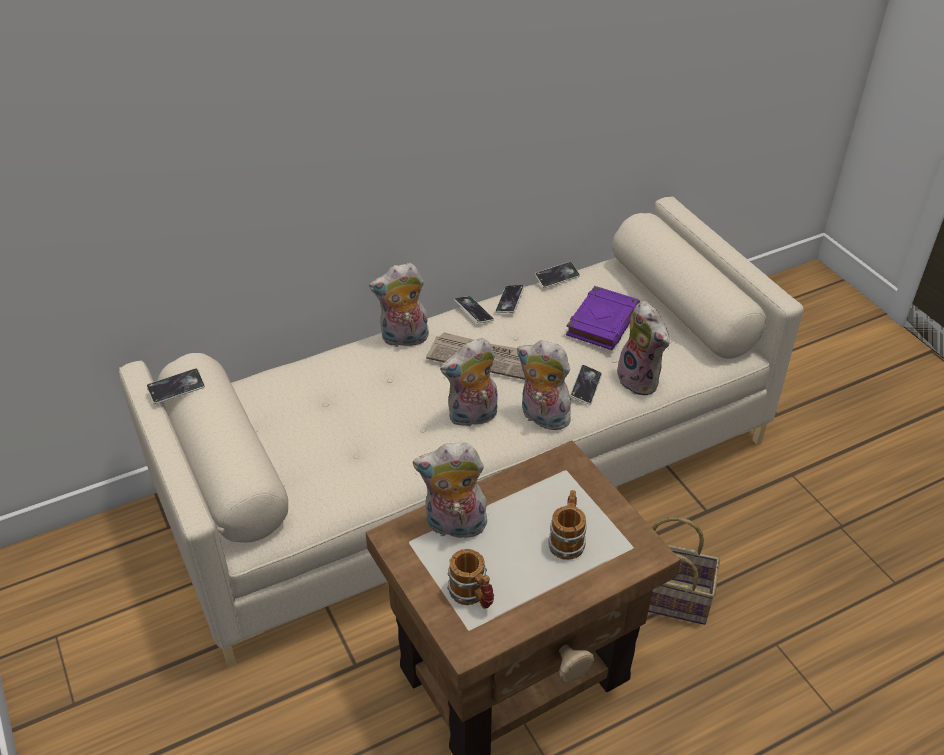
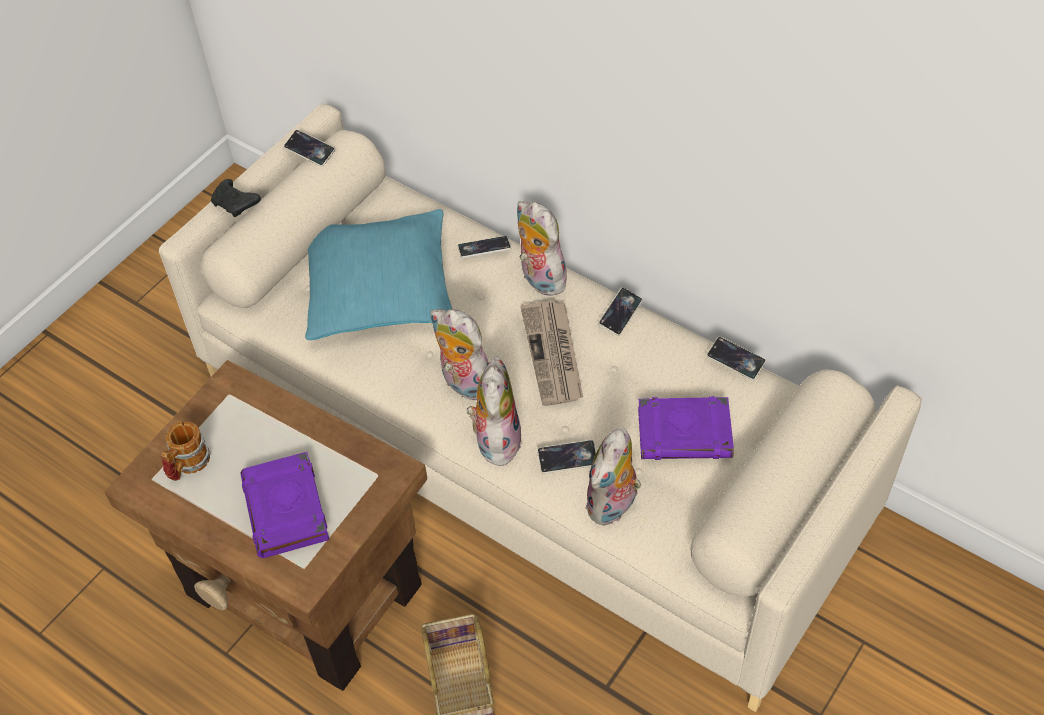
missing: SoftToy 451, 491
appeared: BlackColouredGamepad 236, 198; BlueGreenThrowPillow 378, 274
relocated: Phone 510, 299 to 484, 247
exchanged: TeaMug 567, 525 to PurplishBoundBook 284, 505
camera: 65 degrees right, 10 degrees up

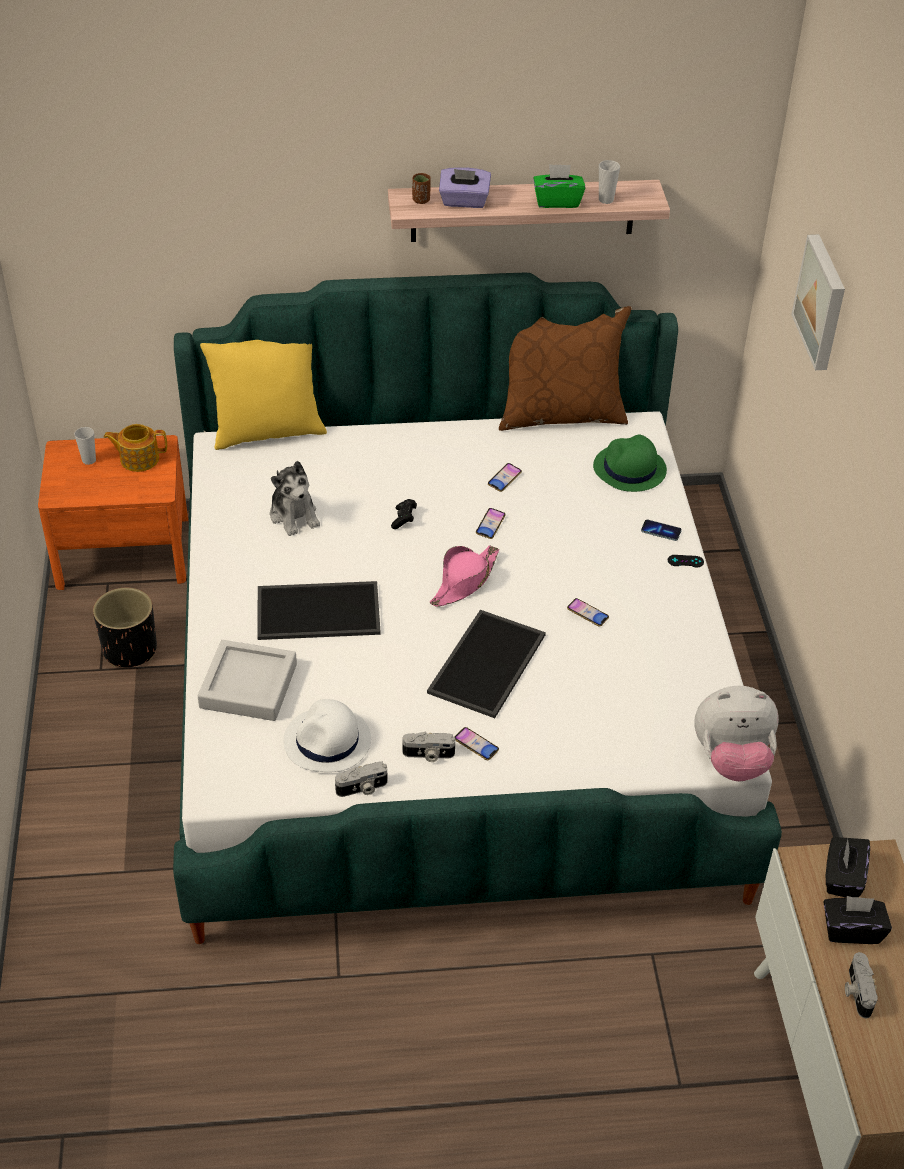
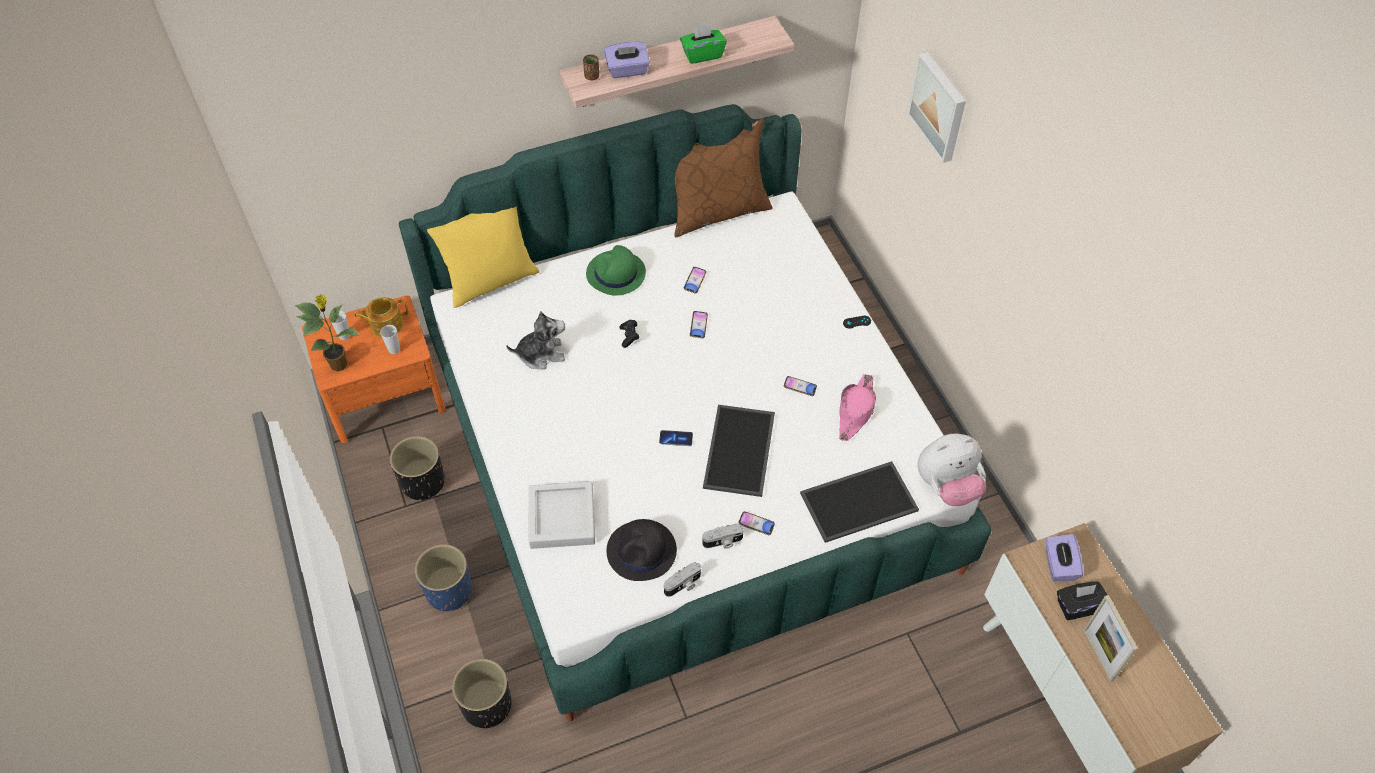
appeared: PlantInAPot 327, 333; BluishPlantPot 443, 577; BlackColouredPlantPot 482, 694
relocated: ServingTray 319, 610 to 859, 502; PinkWearableHat 464, 576 to 857, 407; GreenishWearableHat 630, 463 to 616, 270; DrinkingCup 609, 182 to 390, 339; Phone 661, 530 to 676, 438
exchanged: PhotoCamera 861, 985 to PhotoFrame 1110, 638
colour: WhiteColouredWearableHat 327, 735 to BlackColouredWearableHat 642, 550; BlackColouredTissueBox 848, 867 to PurplishTissueBox 1064, 557
spun: SoftToy 295, 498 = 535, 340 60 degrees counterclockwise
camera: 15 degrees left, 10 degrees up

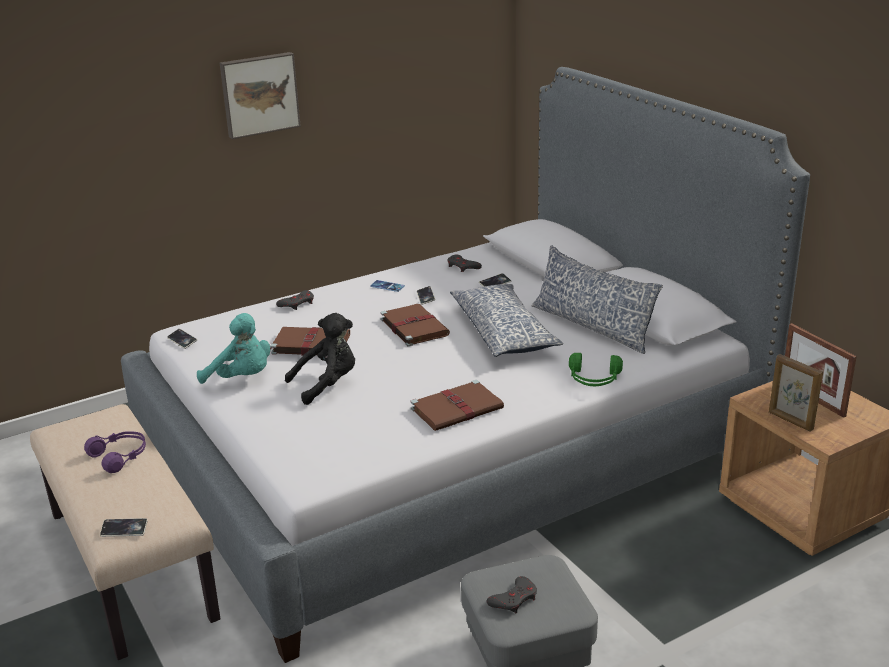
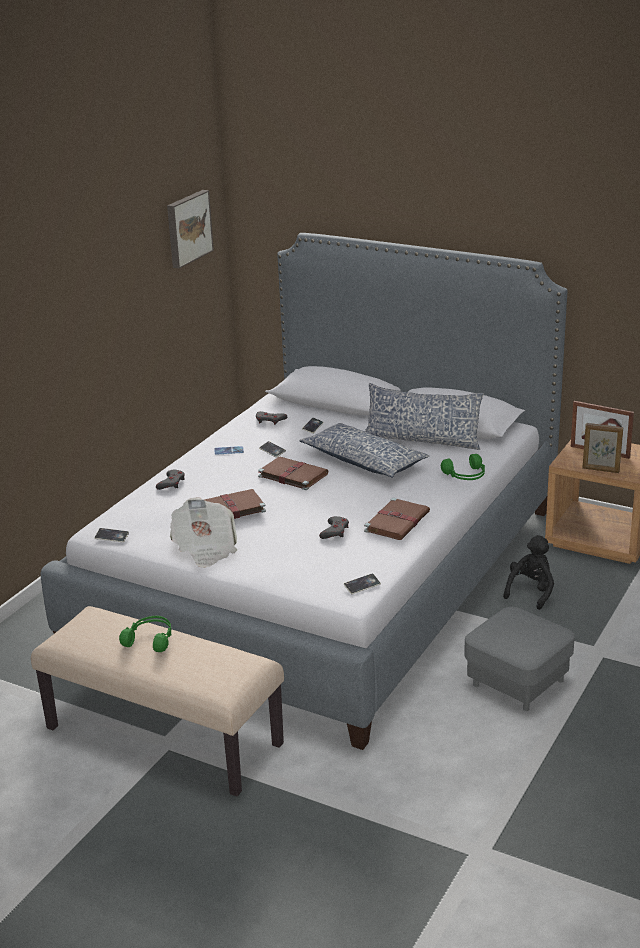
relocated: Phone 124, 527 to 362, 583; WallArt 260, 95 to 190, 229; BlackColouredSoftToy 320, 359 to 528, 572; GrayGamepad 512, 594 to 334, 527
exchanged: BlueGreenSoftToy 233, 348 to Newspaper 203, 532
colour: PurplishHeadset 115, 452 to GreenishHeadset 145, 634
camera: 30 degrees left, 0 degrees up

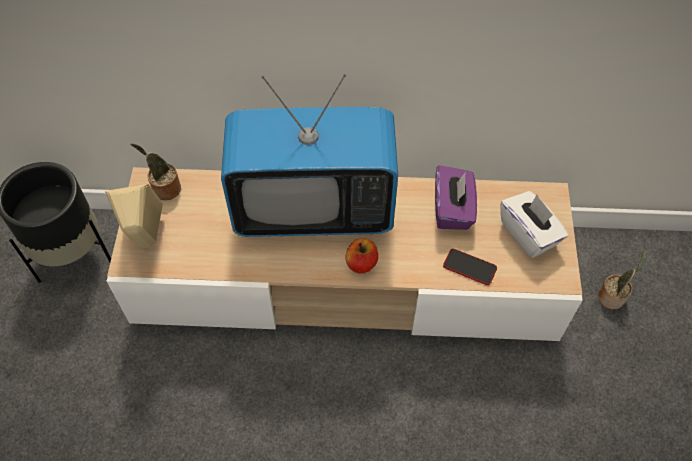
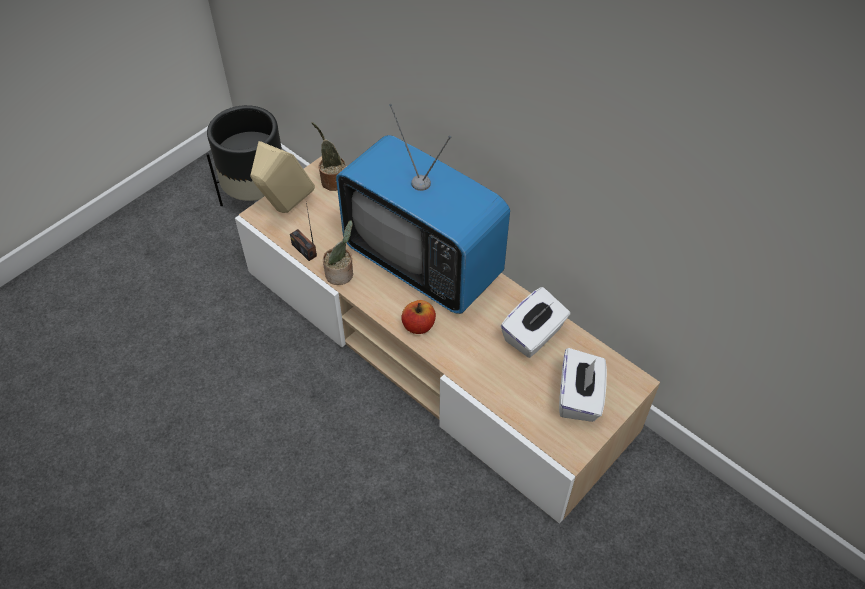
missing: Phone 470, 267
appeared: Radio 303, 232
relocated: PlantInAPot 622, 279 to 338, 252
colour: PurplishTissueBox 456, 197 to WhiteColouredTissueBox 535, 322
camera: 40 degrees right, 5 degrees down

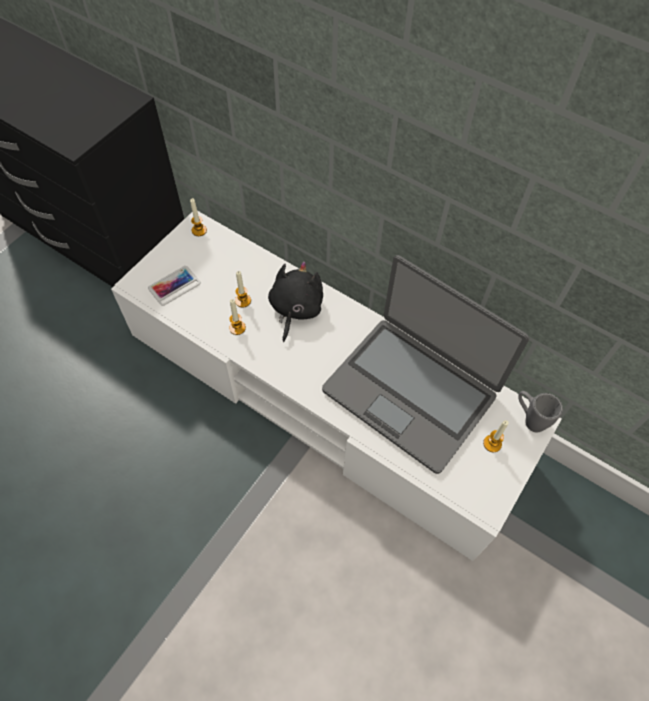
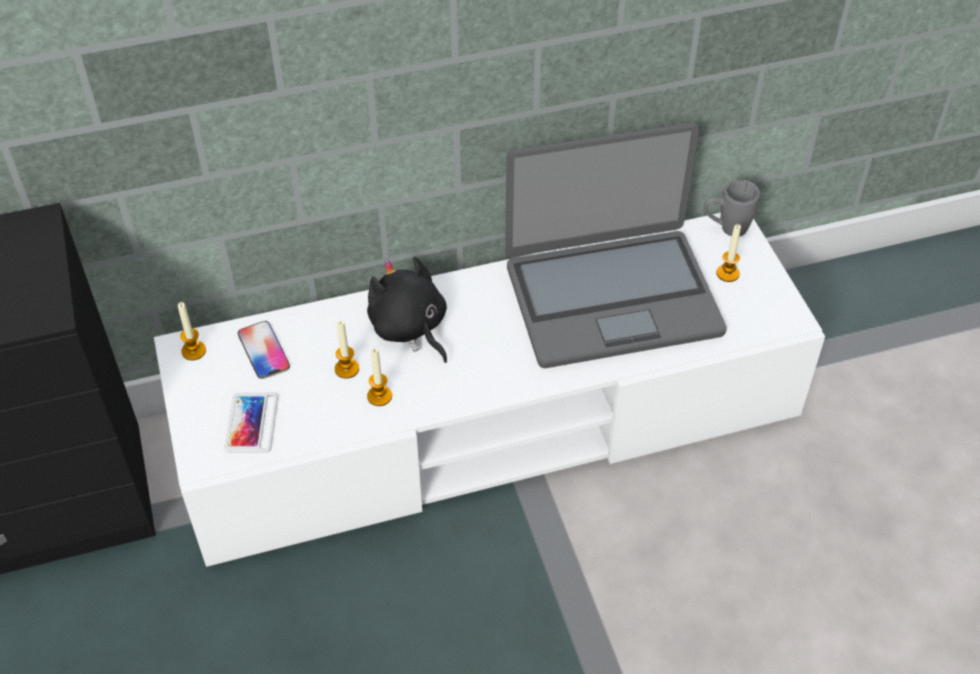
appeared: Phone 264, 350
camera: 50 degrees left, 10 degrees down

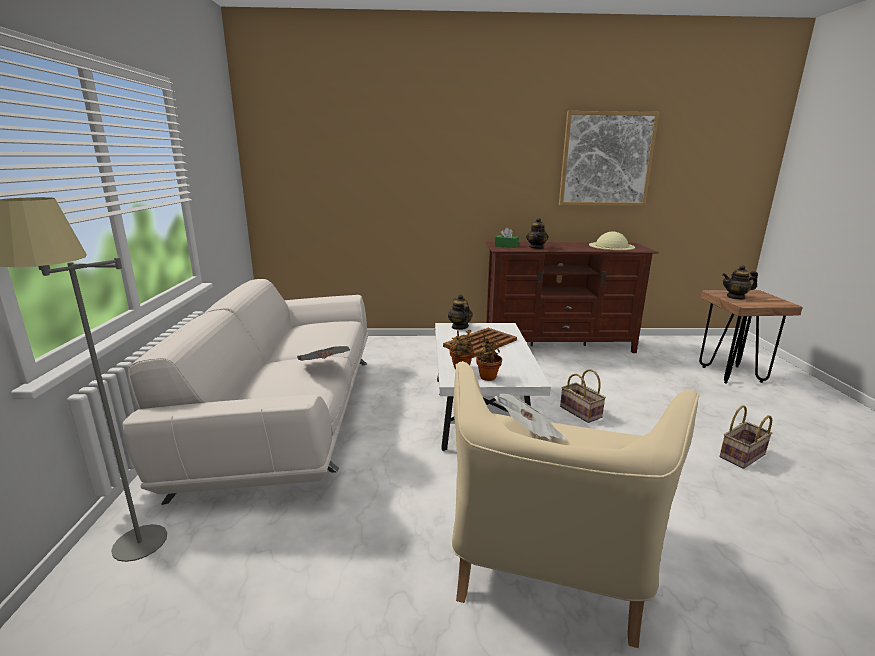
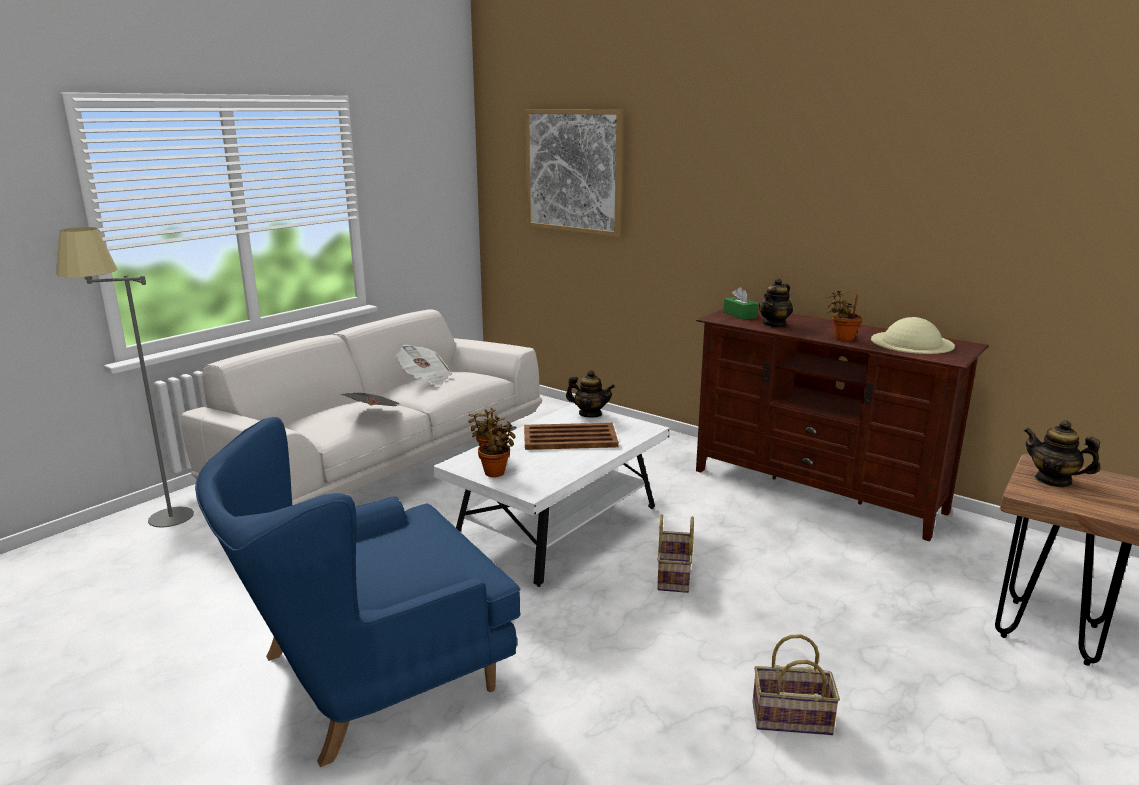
appeared: PlantInAPot 844, 315
relocated: Newspaper 530, 416 to 424, 365; WallArt 609, 158 to 574, 173
colour: BeigeEasyChair 576, 504 to BluishEasyChair 357, 592
spun: PotForTea 460, 312 = 590, 394 90 degrees clockwise
camera: 40 degrees right, 0 degrees up

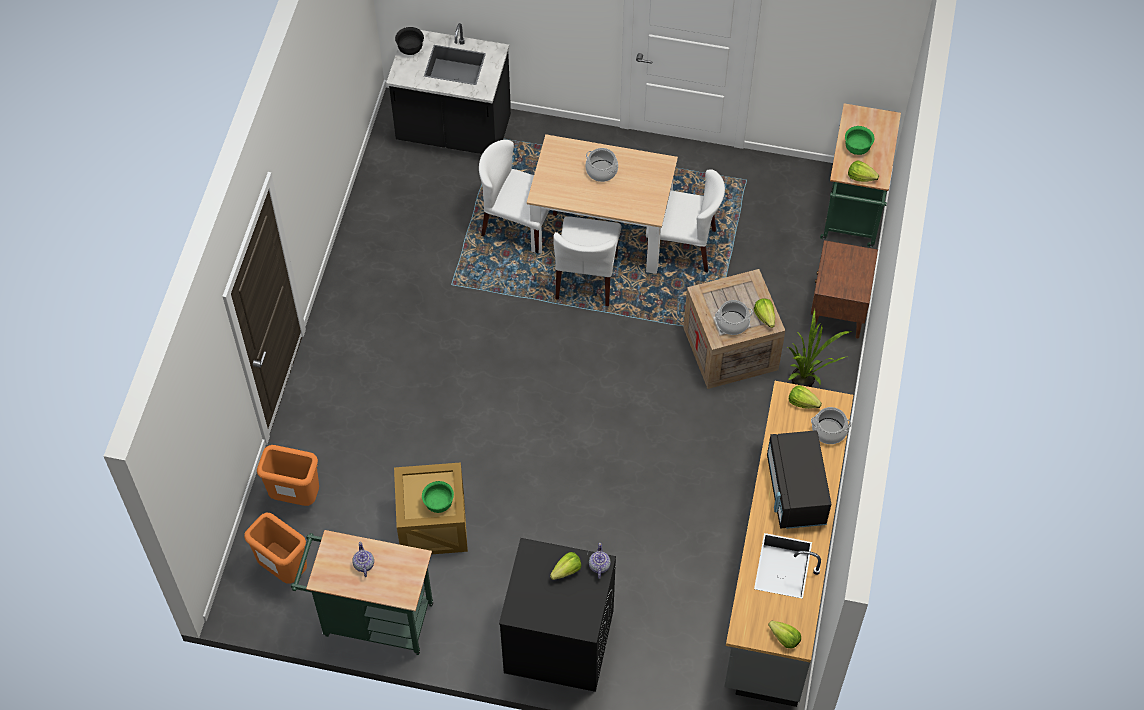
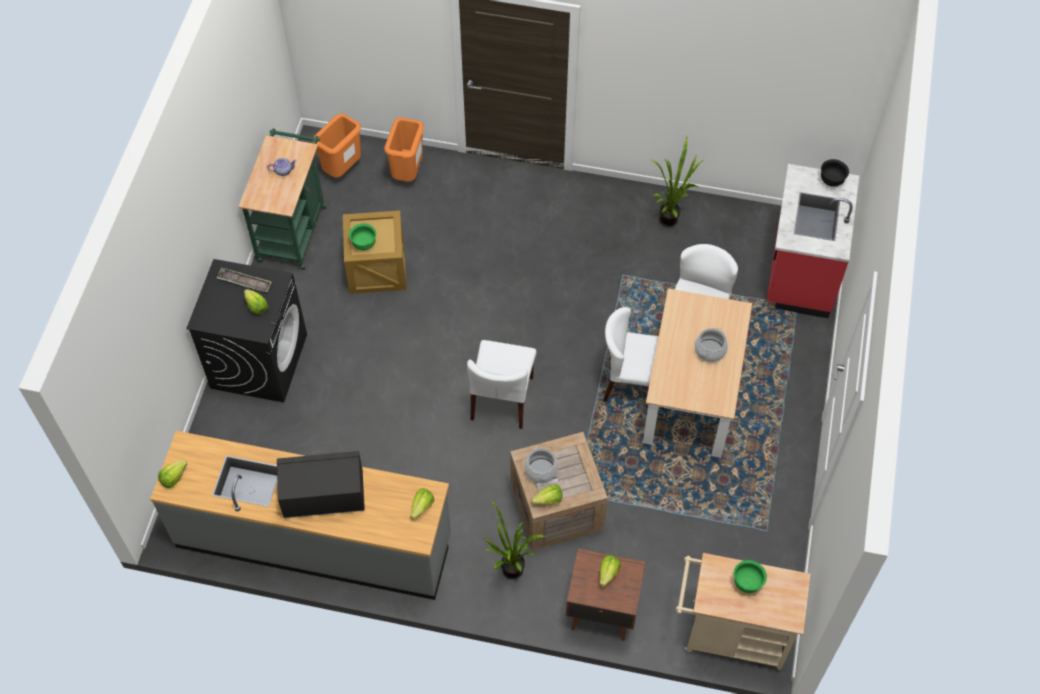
missing: PotForTea 600, 561; Stockpot 831, 425
appeared: ServingTray 244, 280; PlantInAPot 676, 181
relocated: WhiteColouredChair 685, 220 to 502, 384; LettuceHead 863, 171 to 610, 571
colour: BlackColouredKitchenBaseUnit 448, 88 to RedKitchenBaseUnit 813, 241; GreenishWheeledCart 860, 175 to BeigeWheeledCart 743, 612
camera: 90 degrees right, 0 degrees up

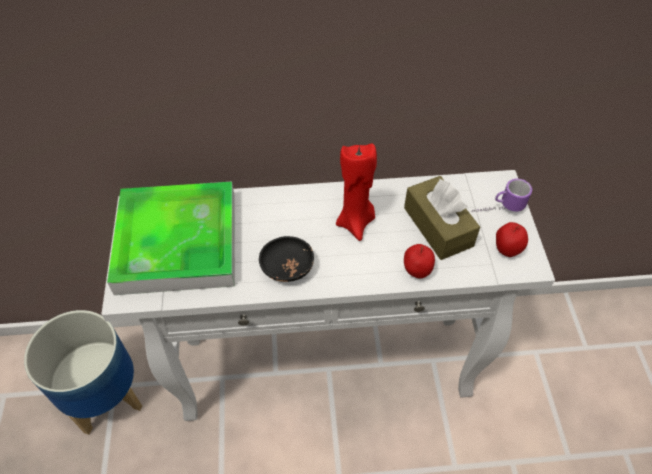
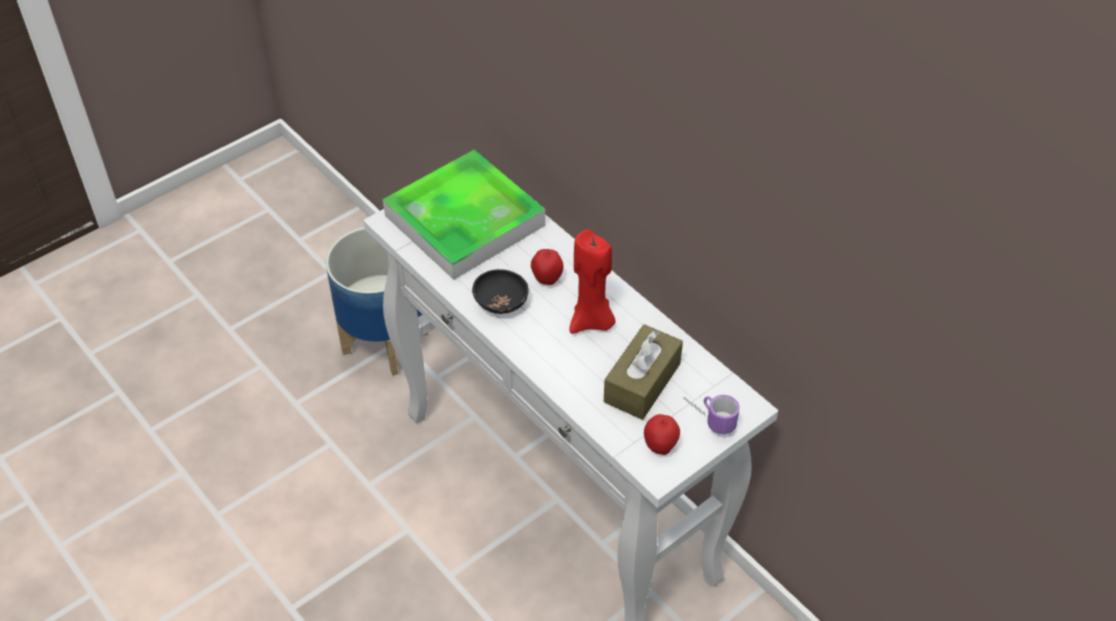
relocated: WholeApple 419, 261 to 547, 267
camera: 55 degrees right, 5 degrees down

